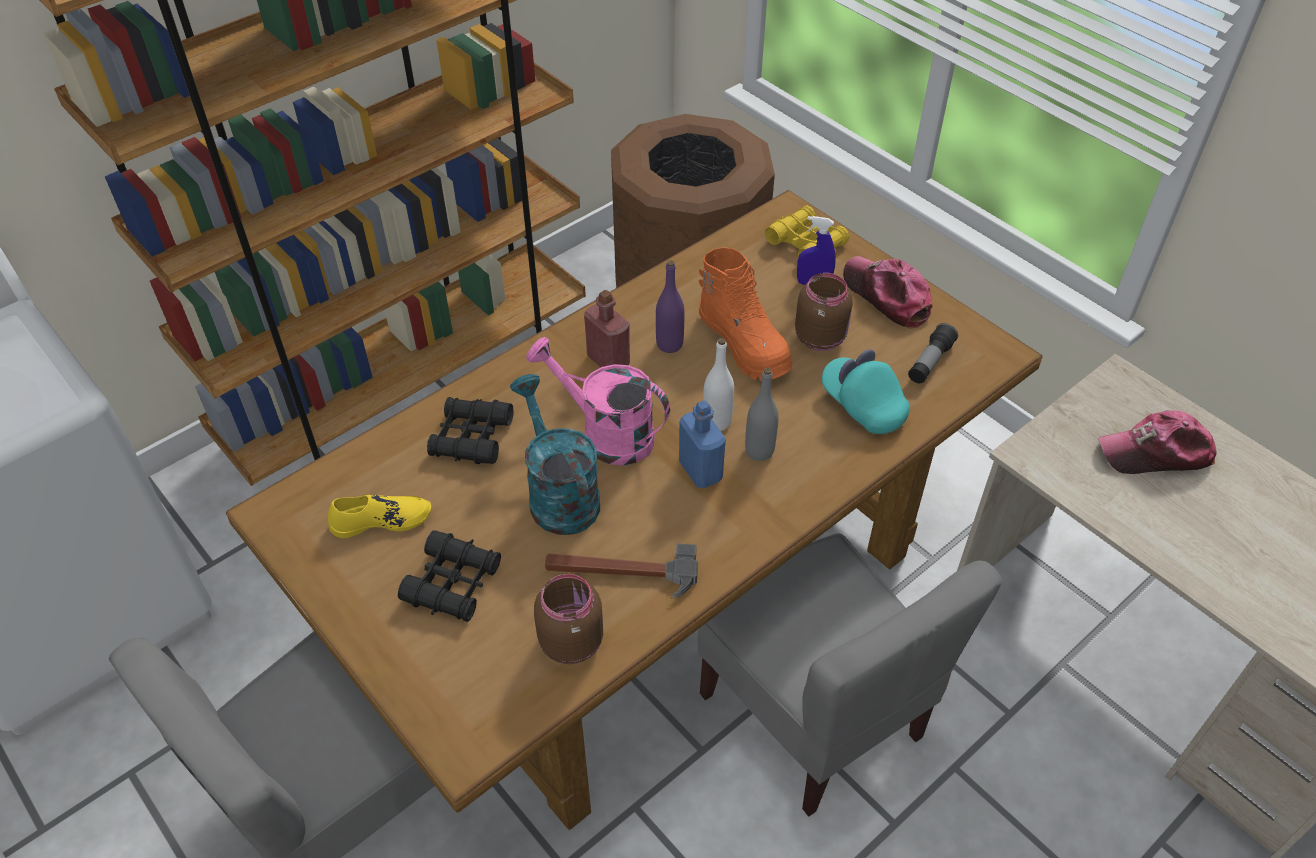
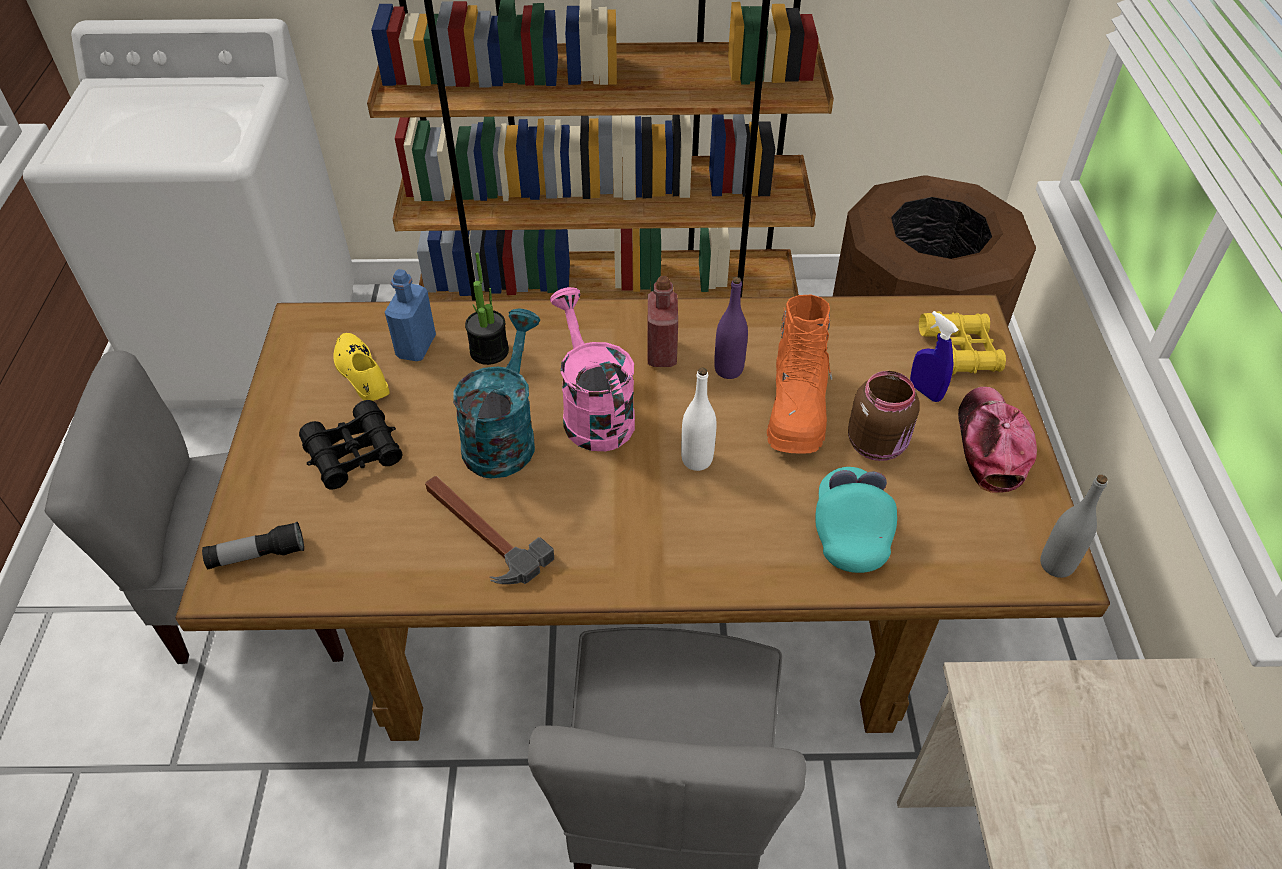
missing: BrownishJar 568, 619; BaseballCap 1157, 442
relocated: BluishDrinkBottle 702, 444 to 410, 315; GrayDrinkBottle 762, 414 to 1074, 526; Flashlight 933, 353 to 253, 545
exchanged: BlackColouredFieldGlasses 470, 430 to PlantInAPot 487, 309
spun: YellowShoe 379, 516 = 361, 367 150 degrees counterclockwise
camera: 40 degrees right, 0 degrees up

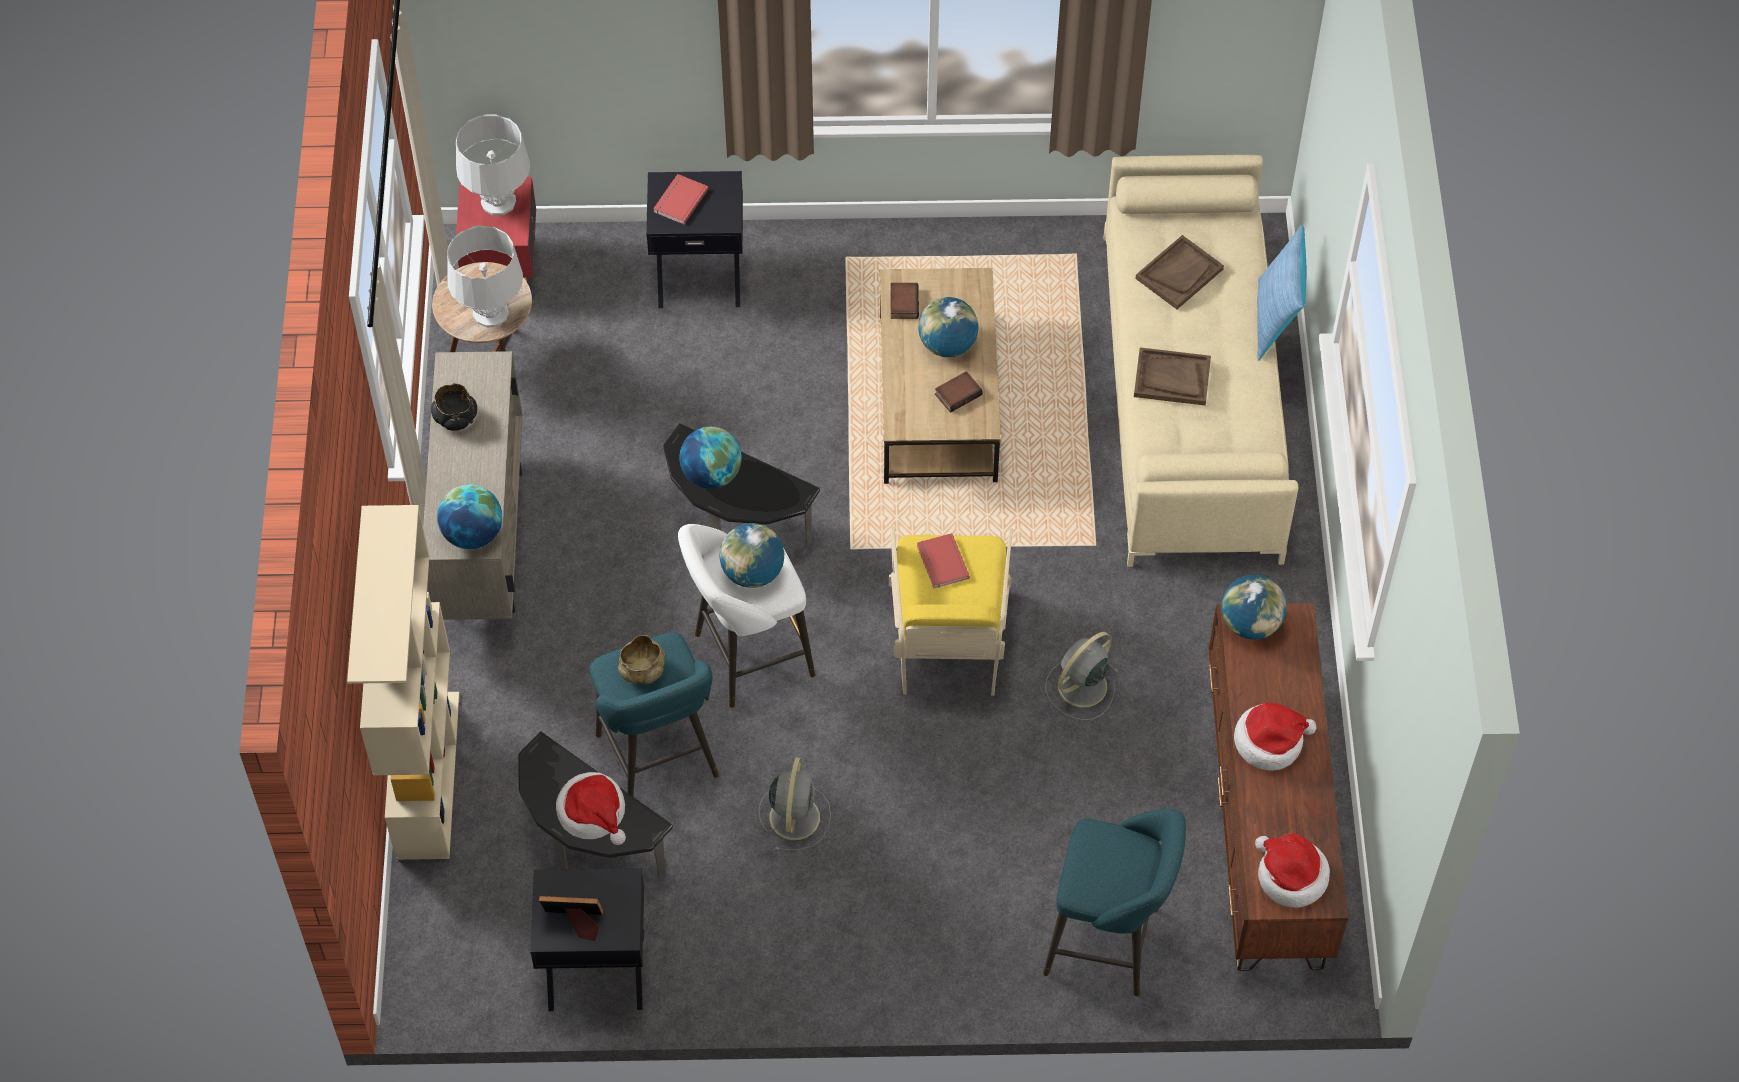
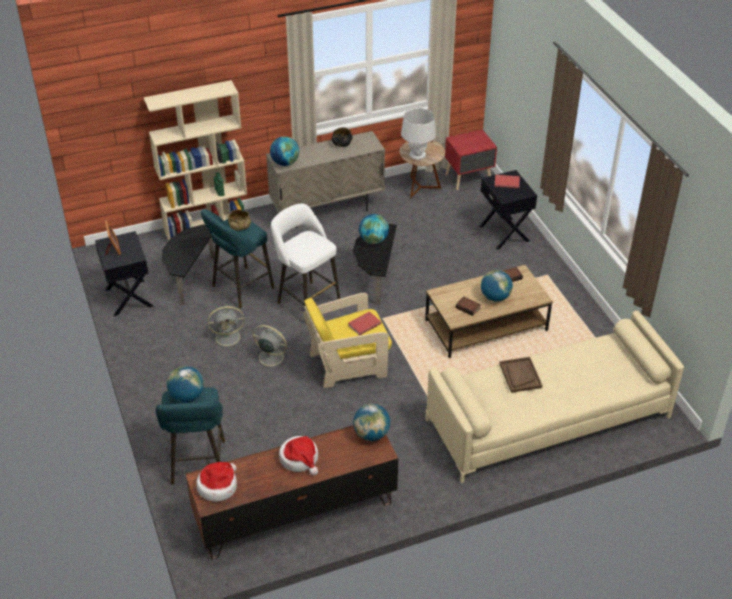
missing: GrayTabletopLamp 493, 165; WearableHat 591, 808; BrownishServingTray 1179, 272; ThrowPillow 1281, 293
relocated: DeskGlobe 752, 555 to 185, 384; GrayFan 1081, 676 to 271, 347
camera: 70 degrees right, 15 degrees down

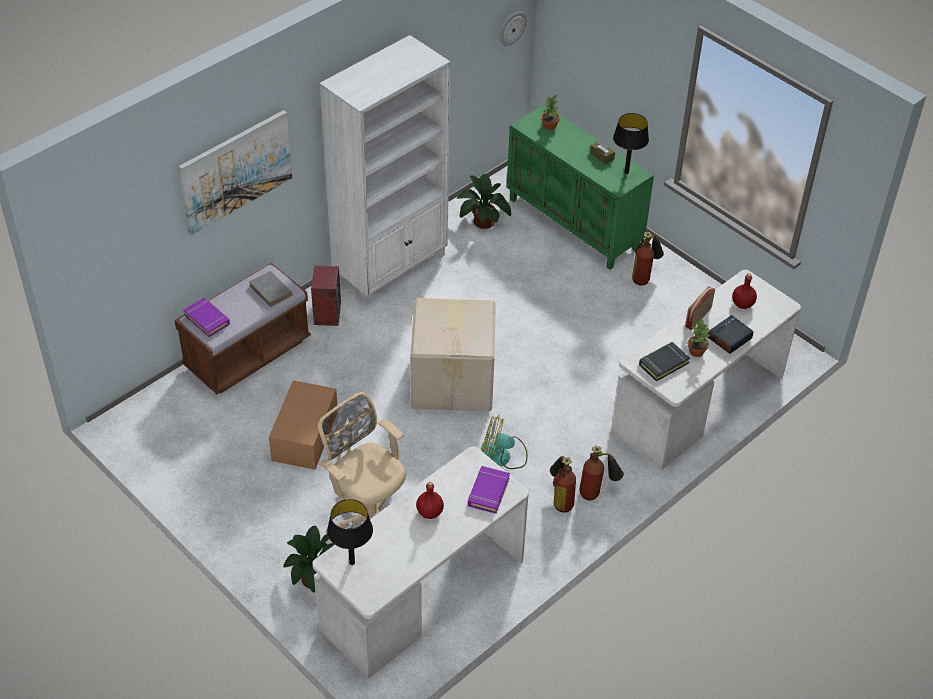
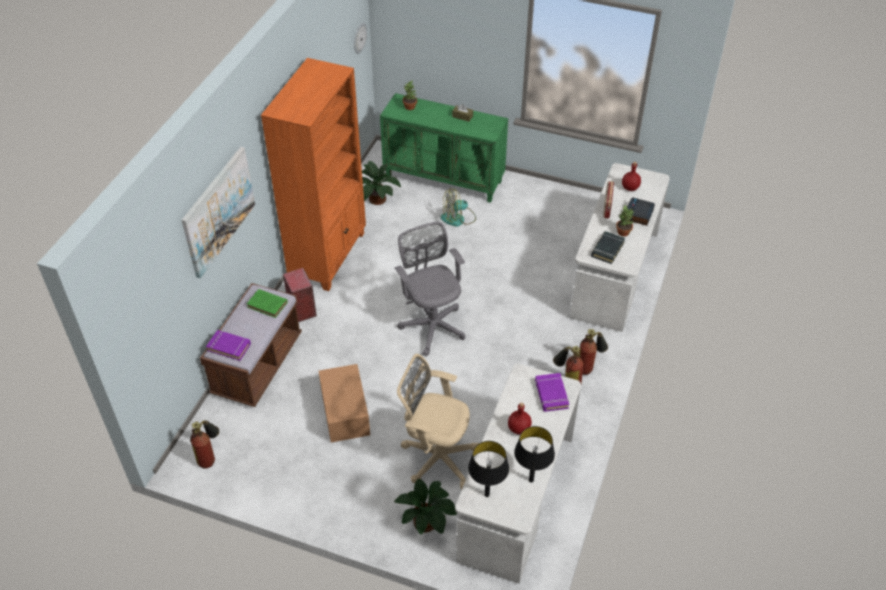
relocated: Fan 504, 442 to 458, 207; BlackColouredTabletopLamp 631, 143 to 534, 454; Extinguisher 648, 259 to 204, 444
exchanged: Carton 453, 354 to GrayComputerChair 430, 289
colour: GrayBoundBook 270, 289 to GreenishBoundBook 267, 303; WhiteColouredBookshelf 385, 169 to OrangeBookshelf 313, 174
camera: 25 degrees left, 0 degrees up

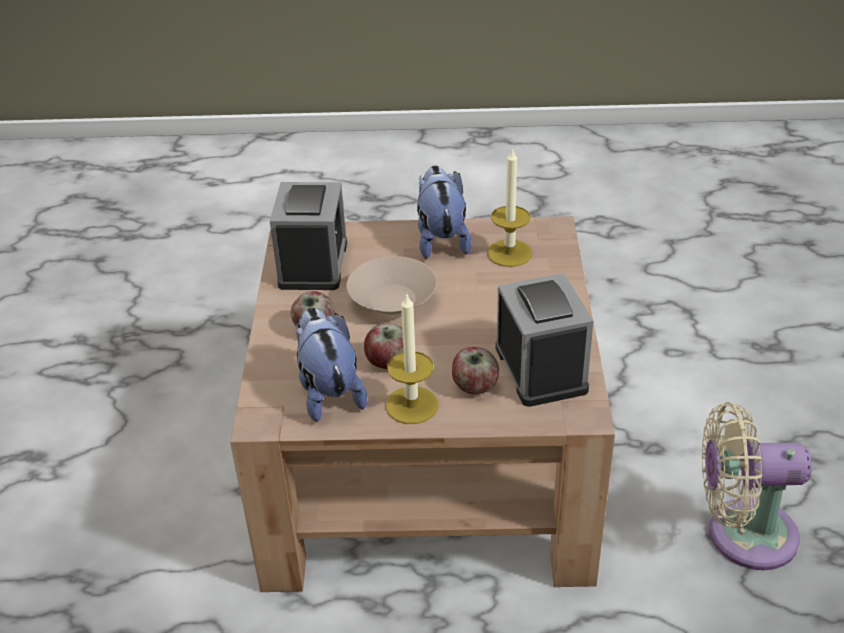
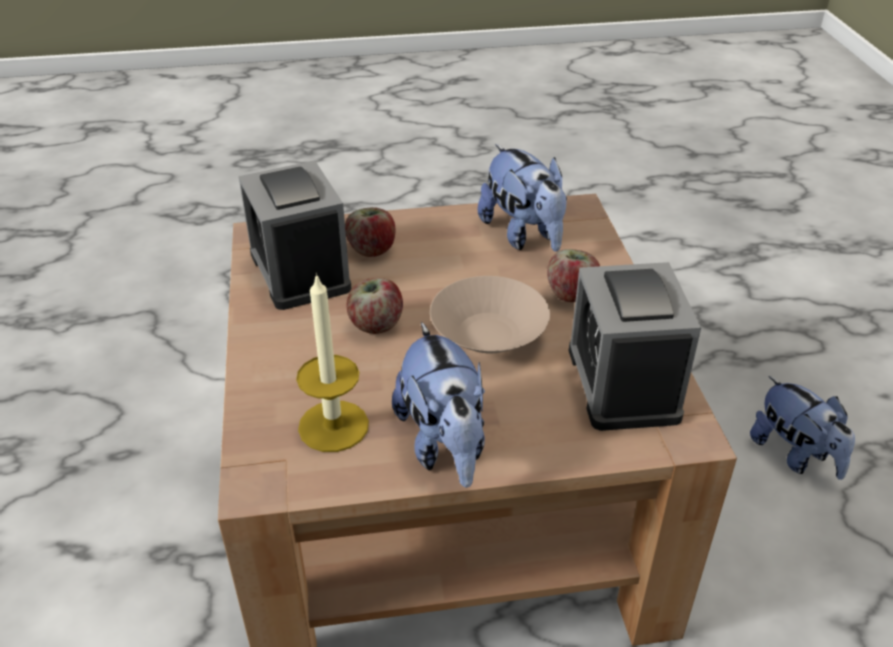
missing: WaxCandle 412, 358; BeigeFan 757, 486
appeared: SoftToy 802, 428
relocated: WholeApple 384, 346 to 374, 306
camera: 170 degrees right, 0 degrees up

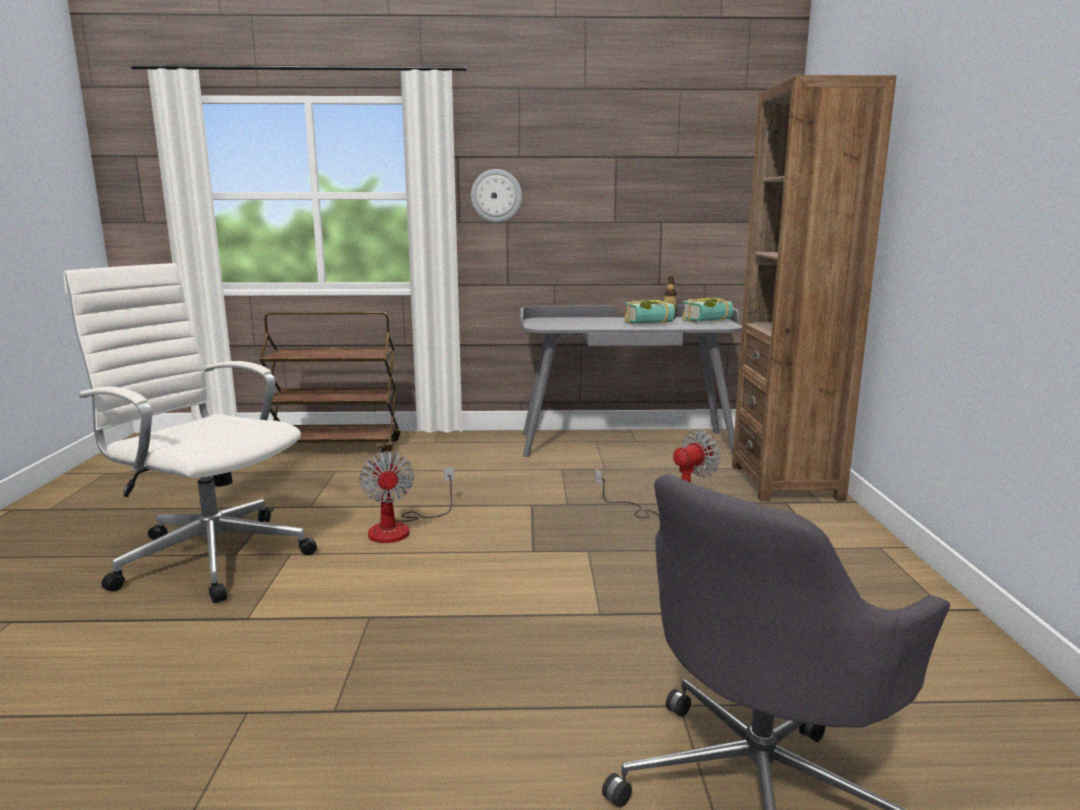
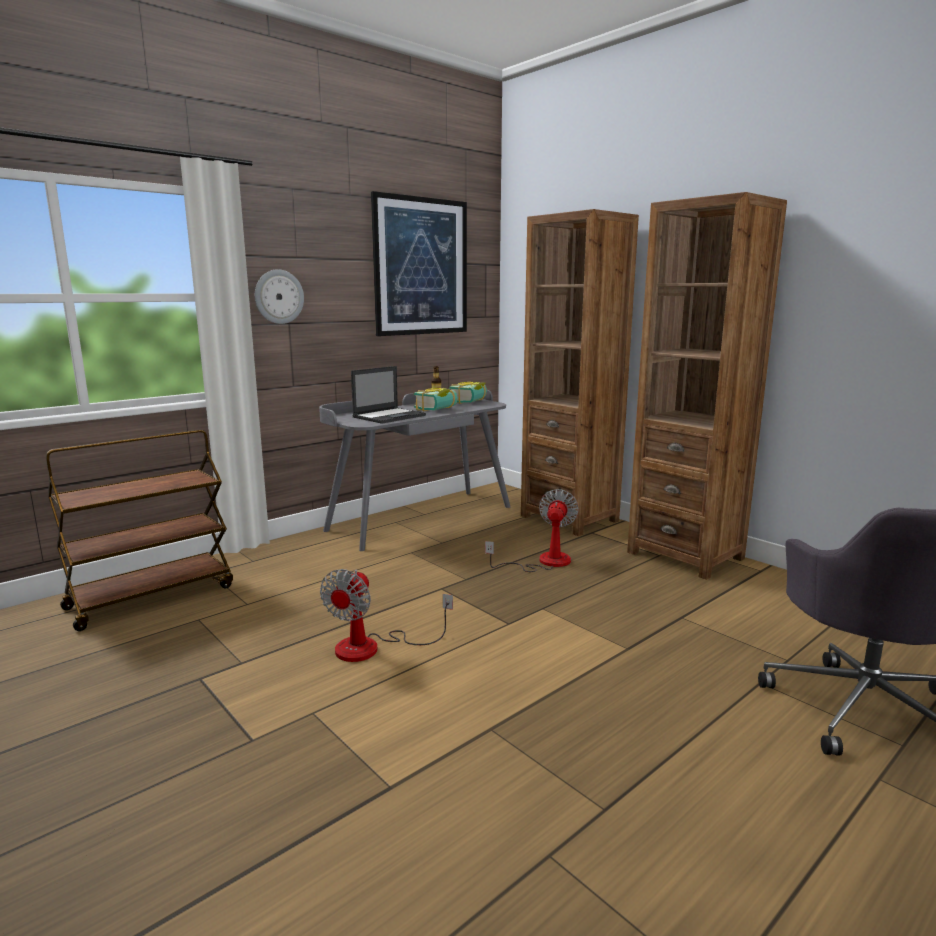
missing: WhiteColouredComputerChair 190, 433
appeared: NotebookComputer 388, 395; WallArt 419, 263; BrownishBookshelf 707, 386
spun: Fan 406, 497 = 386, 615 75 degrees clockwise
camera: 40 degrees left, 0 degrees up

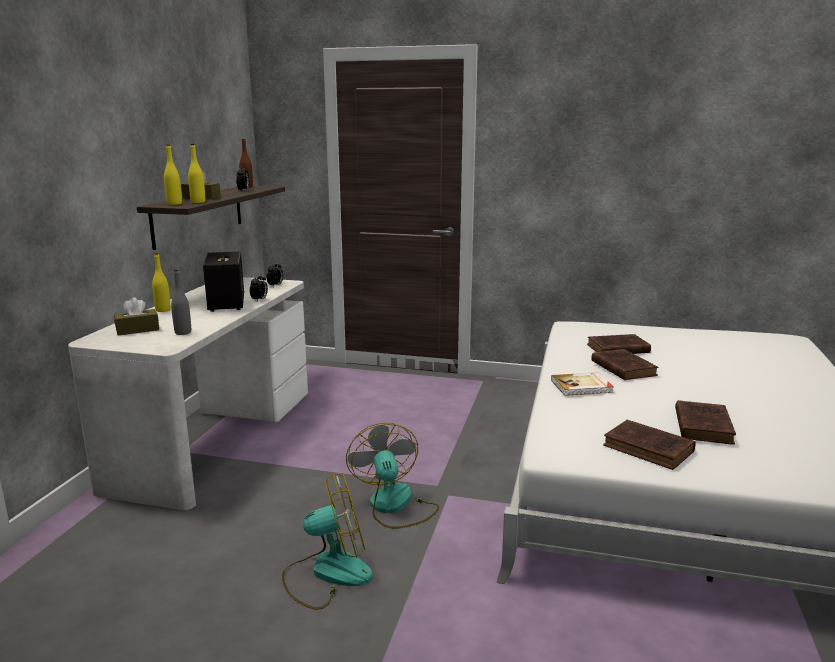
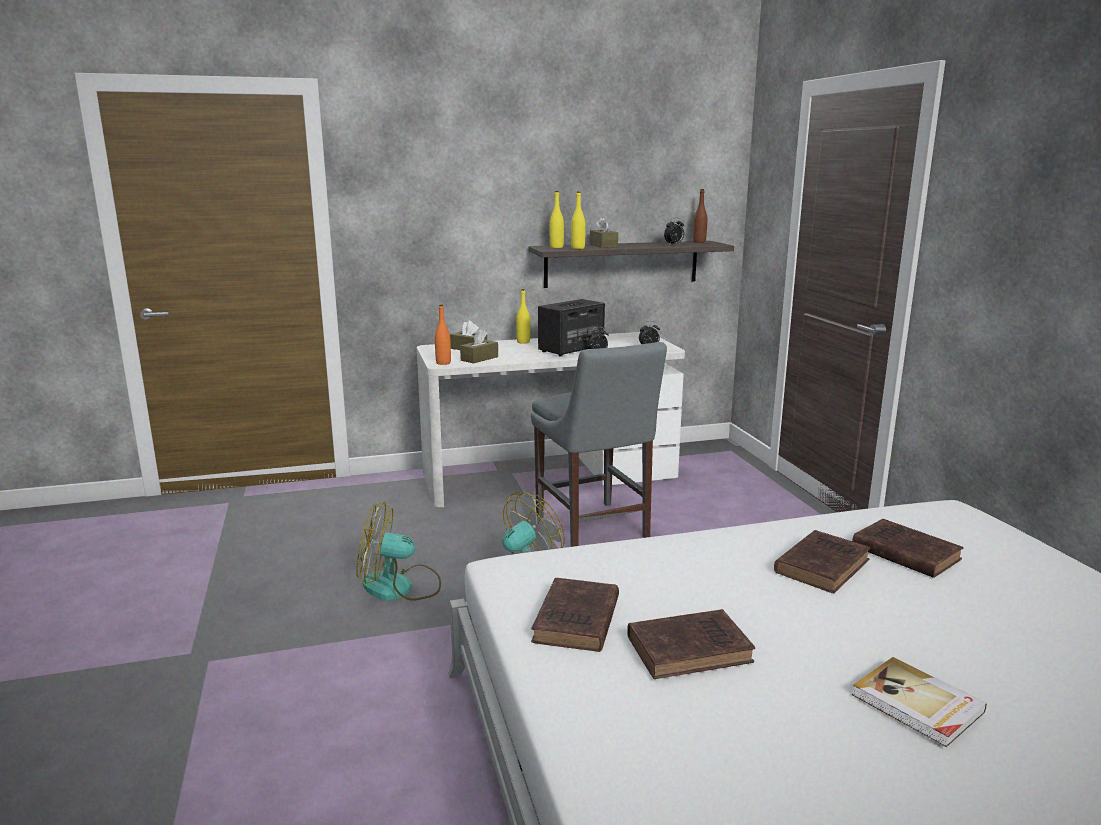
appeared: OrangeDrinkBottle 443, 334; GrayChair 599, 444
relocated: BoundBook 582, 384 to 919, 702
exchanged: GrayDrinkBottle 181, 302 to BrownishTissueBox 479, 346
spun: Fan 327, 541 = 398, 551 135 degrees clockwise
camera: 60 degrees right, 0 degrees up

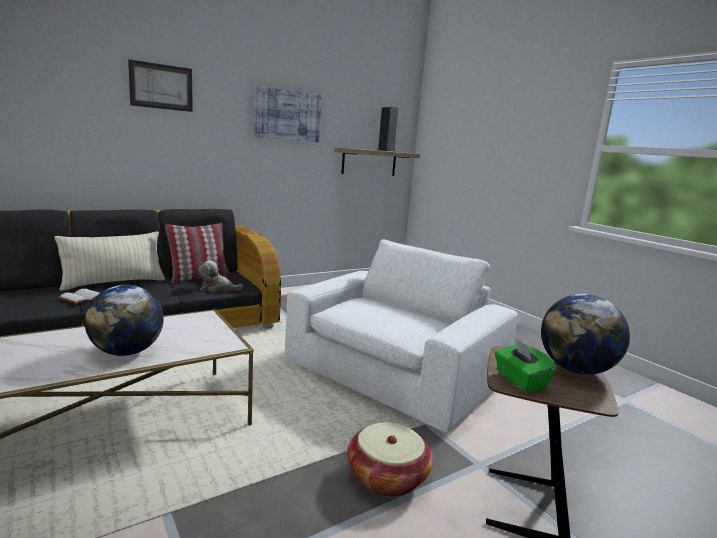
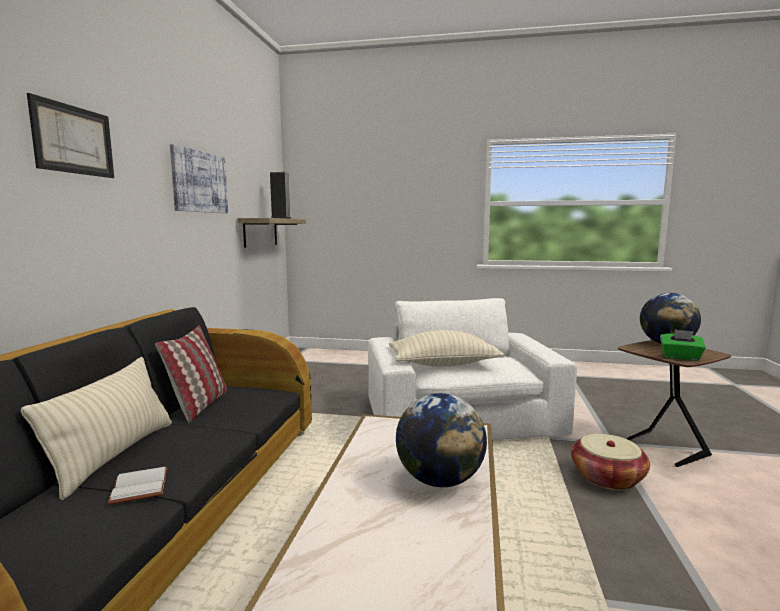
missing: SoftToy 220, 276
appeared: BeigeThrowPillow 447, 348
camera: 45 degrees left, 5 degrees down

